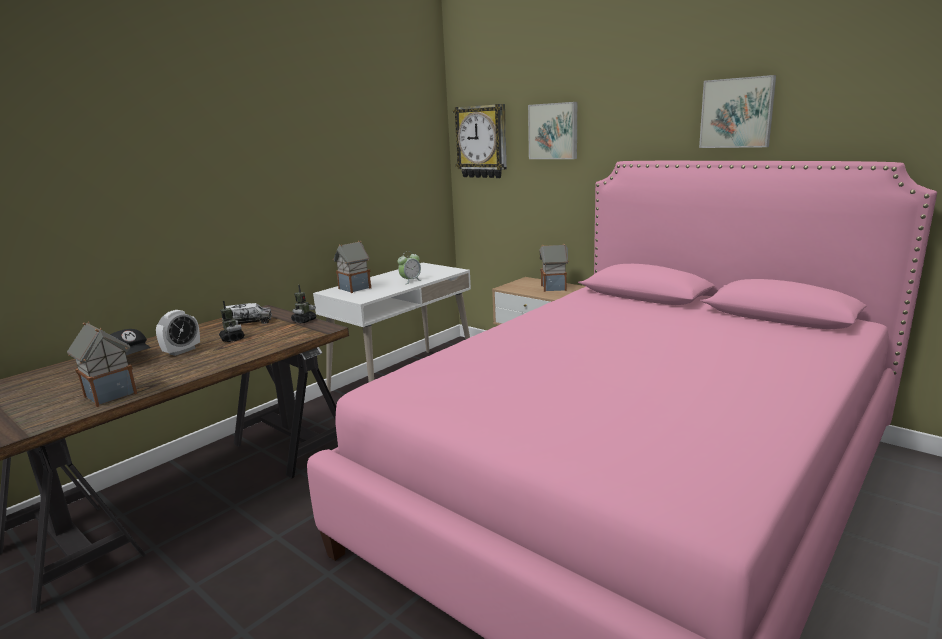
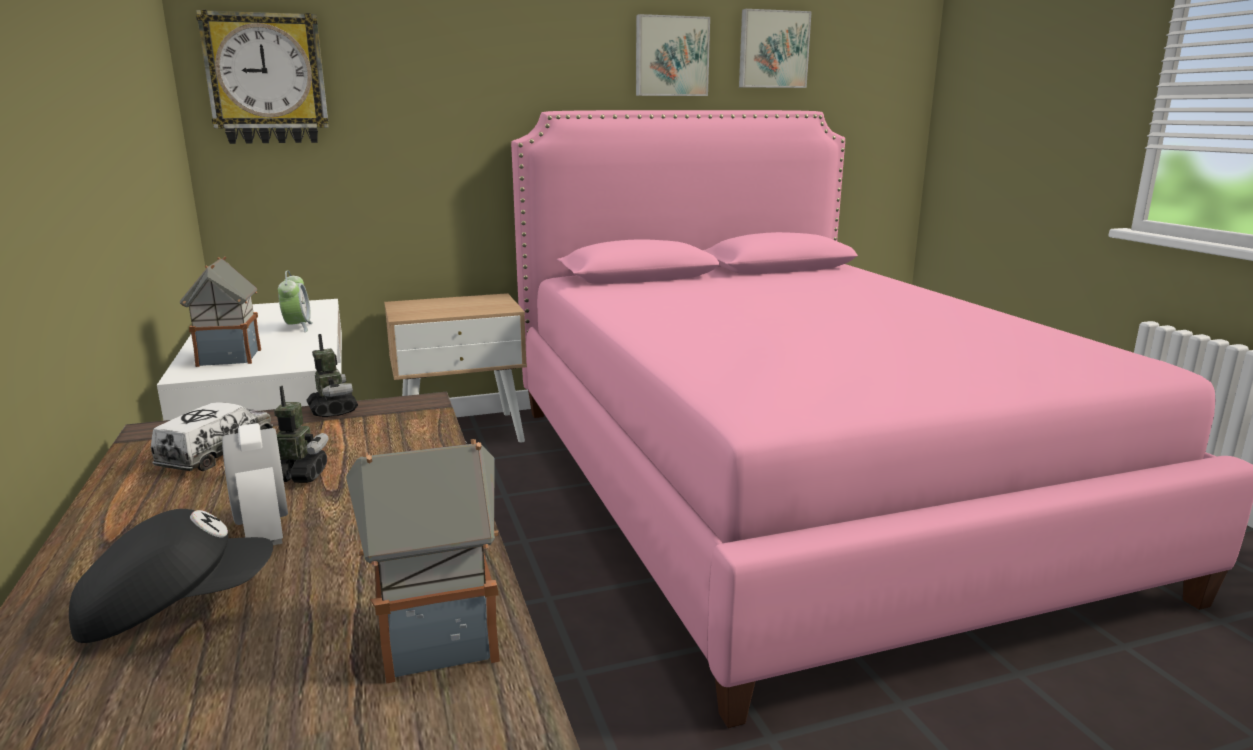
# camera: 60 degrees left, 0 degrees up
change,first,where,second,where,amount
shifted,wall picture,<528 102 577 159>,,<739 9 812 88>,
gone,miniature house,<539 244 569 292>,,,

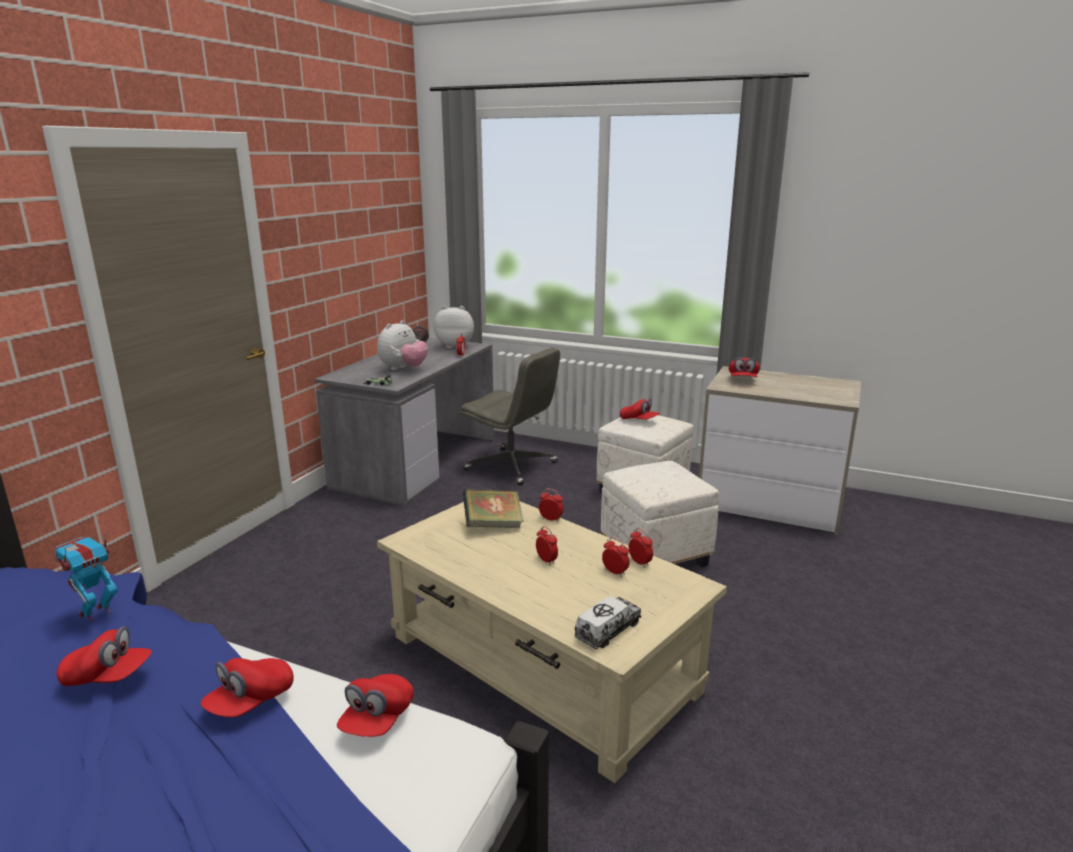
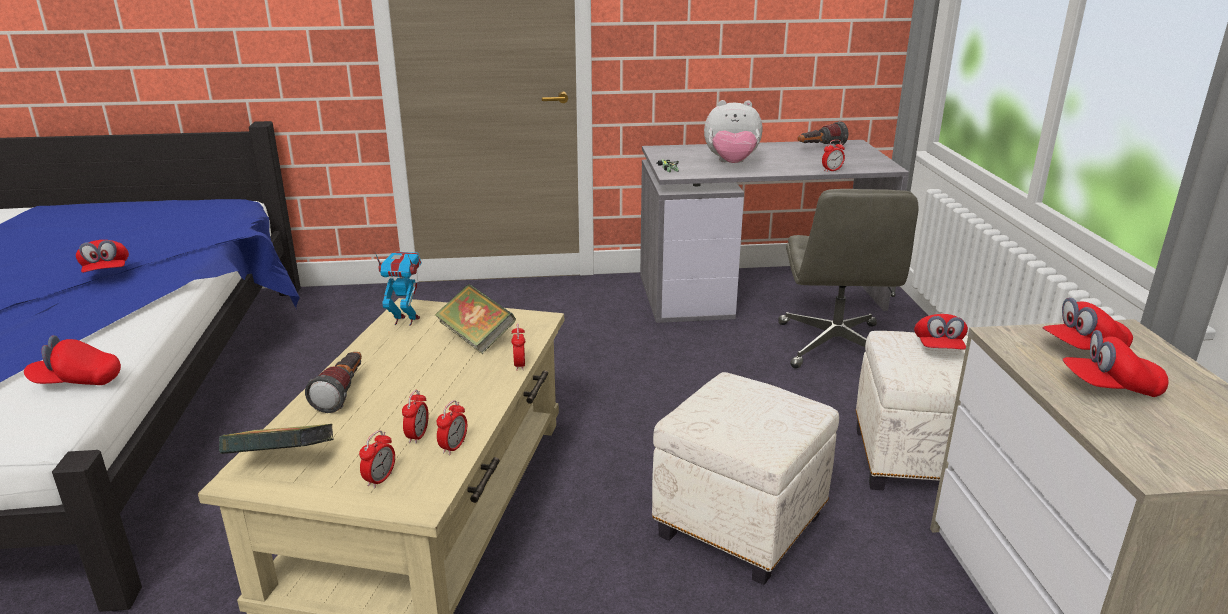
# camera: 60 degrees right, 5 degrees up
change,first,where,second,where,amount
swapped,toy truck,<574 596 641 649>,book,<219 424 334 454>,
new,,,hand torch,<305 352 362 413>,
shifted,alarm clock,<536 526 558 565>,,<359 430 395 488>,
shifted,model robot,<55 532 118 622>,,<375 252 422 326>,
shifted,red-coloured baseball cap,<201 658 294 717>,,<1062 330 1169 397>,
gone,cuddly toy,<434 306 474 349>,,,

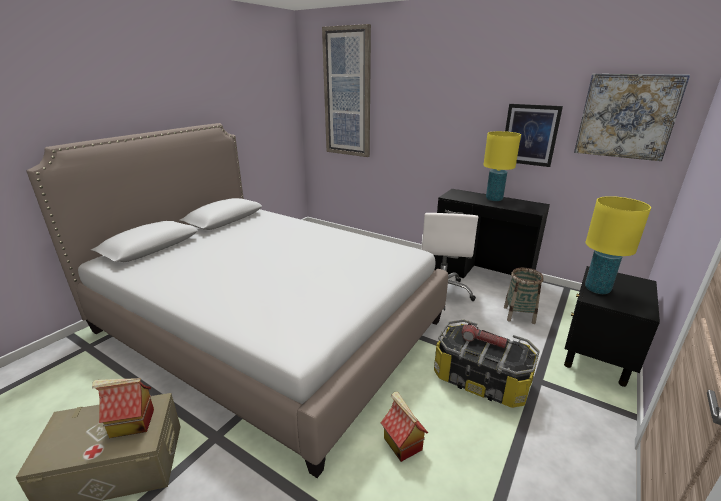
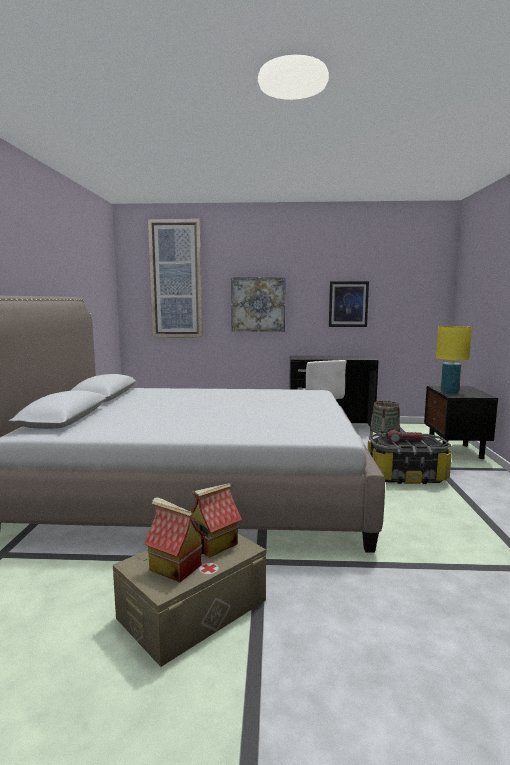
# camera: 30 degrees left, 15 degrees down
change,first,where,second,where,amount
shifted,miniature house,<381 392 428 462>,,<144 497 206 582>,
shifted,wall picture,<574 74 690 161>,,<231 277 286 332>,
gone,yellowish table lamp,<483 131 521 201>,,,

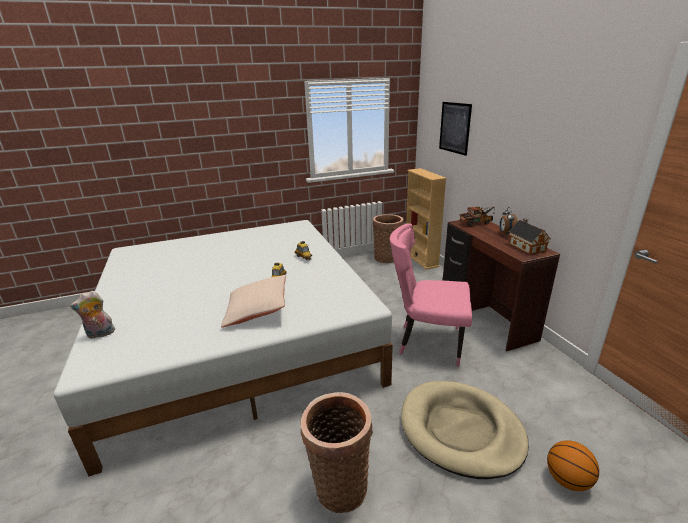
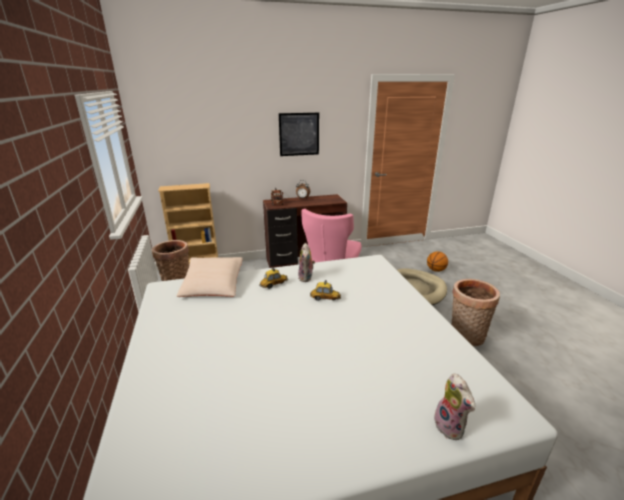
# camera: 85 degrees left, 0 degrees up
change,first,where,second,where,amount
shifted,beige cushion,<221 275 286 327>,,<177 257 243 297>,
shifted,wall picture,<439 102 472 156>,,<279 113 319 156>,
new,,,cuddly toy,<298 243 315 282>,
gone,miniature house,<509 218 550 255>,,,

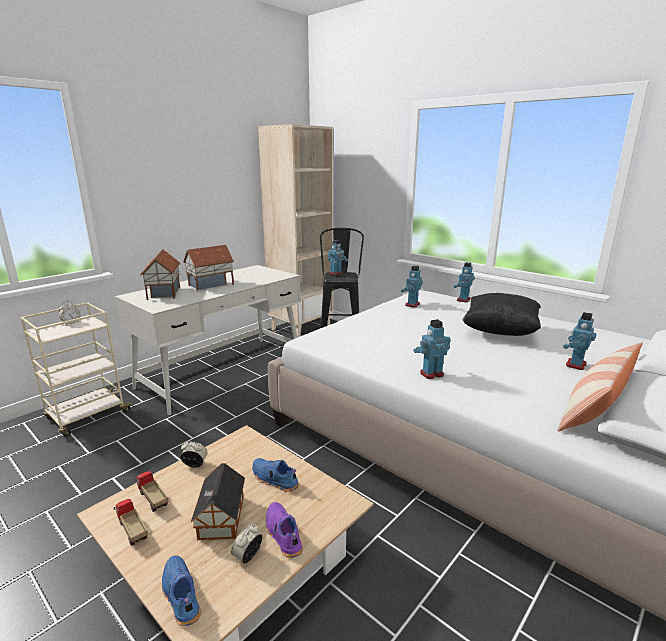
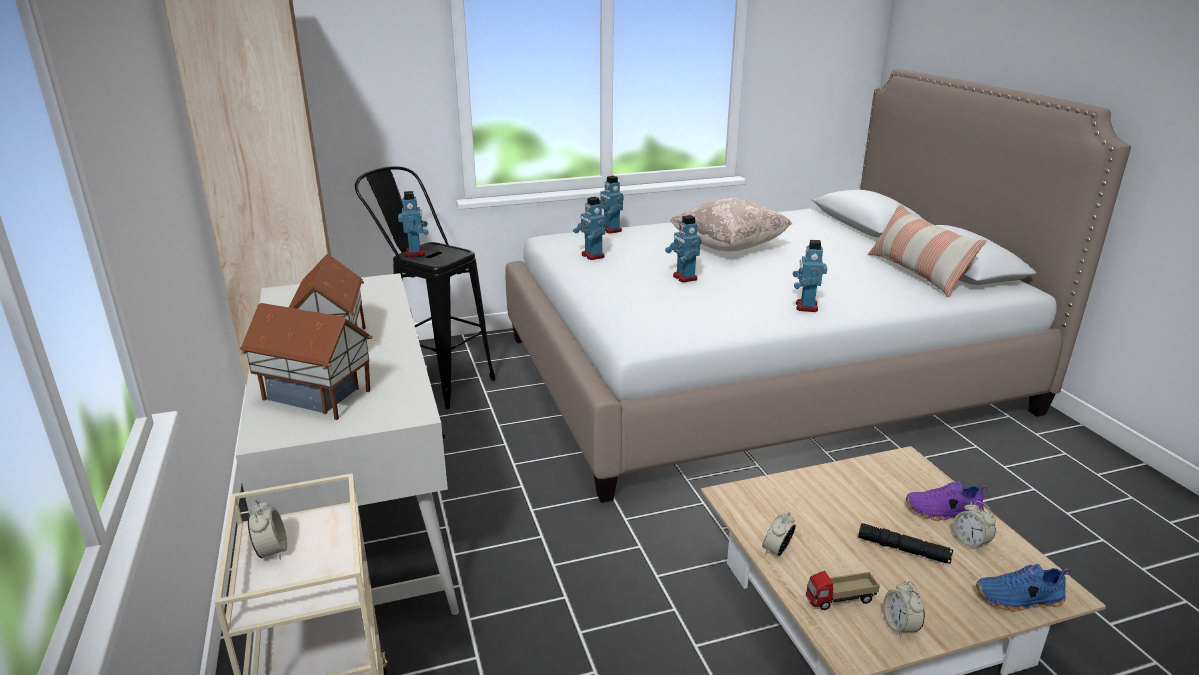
# camera: 60 degrees left, 5 degrees up
change,first,where,second,where,amount
shifted,model robot,<563 312 597 370>,,<665 215 701 282>,
repainted,blackish cushion,<463 293 541 336>,beige cushion,<670 198 792 251>,
swapped,miniature house,<191 463 245 540>,blackish hand torch,<858 523 953 564>,
swapped,toy truck,<114 499 148 546>,alarm clock,<883 581 925 638>,
gone,bluish shoe,<252 458 299 492>,,,

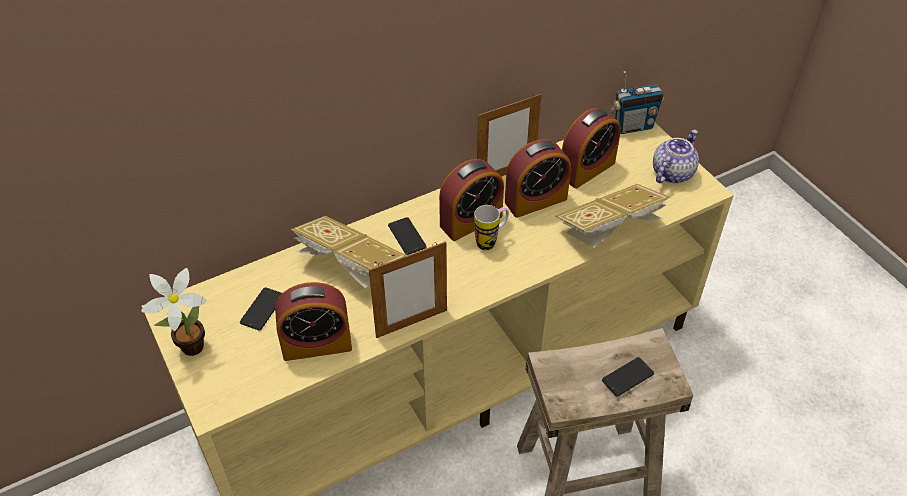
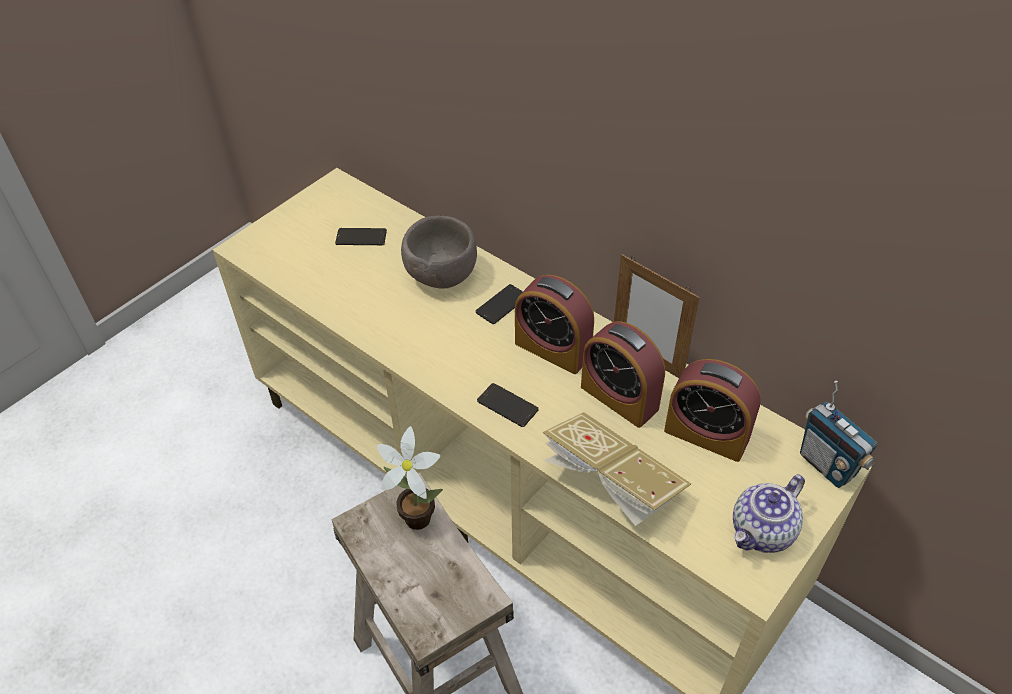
# camera: 70 degrees right, 0 degrees up
change,first,where,second,where,amount
shifted,potted plant,<141 268 207 356>,,<377 426 443 530>,
swapped,book,<291 216 407 288>,brown-coloured deep dish,<401 216 477 289>,
shifted,telephone,<602 357 654 396>,,<477 383 539 427>,
rotated,tea pot,<653 130 699 183>,,<733 474 805 553>,120 degrees clockwise
gone,alarm clock,<275 282 352 361>,,,
gone,standing frame,<369 241 447 338>,,,
gone,mug,<474 205 509 250>,,,

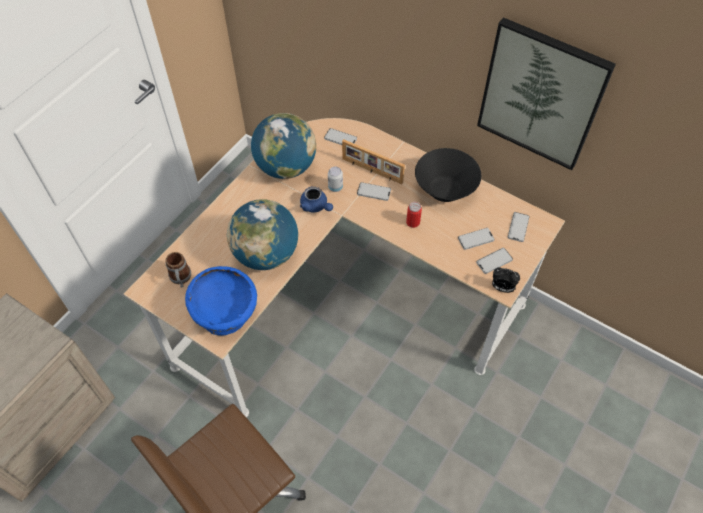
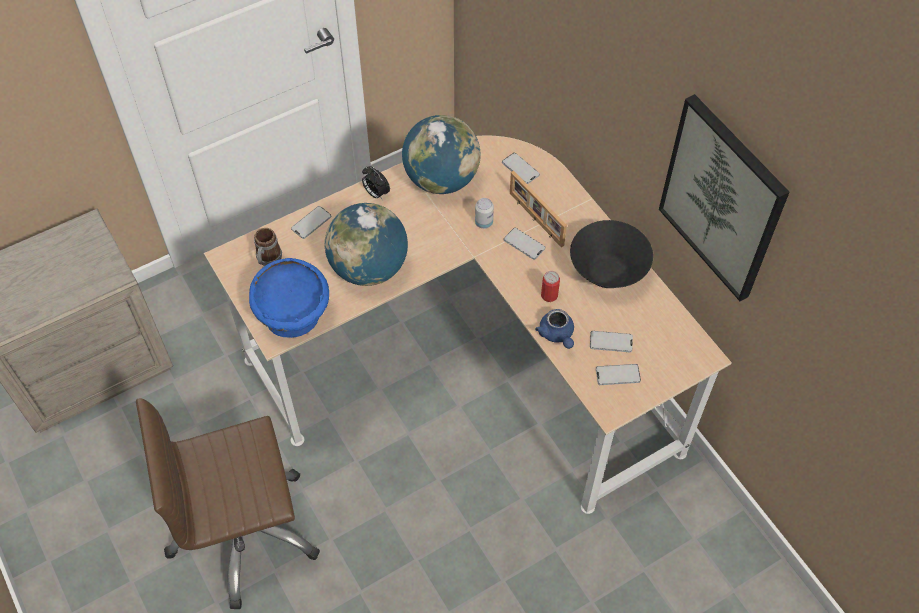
# camera: 25 degrees right, 0 degrees up
change,first,where,second,where,amount
shifted,telephone,<508 212 529 242>,,<291 206 331 239>,
shifted,alarm clock,<492 267 520 293>,,<362 166 390 199>,
shifted,bluish tea pot,<300 186 333 213>,,<535 309 574 349>,

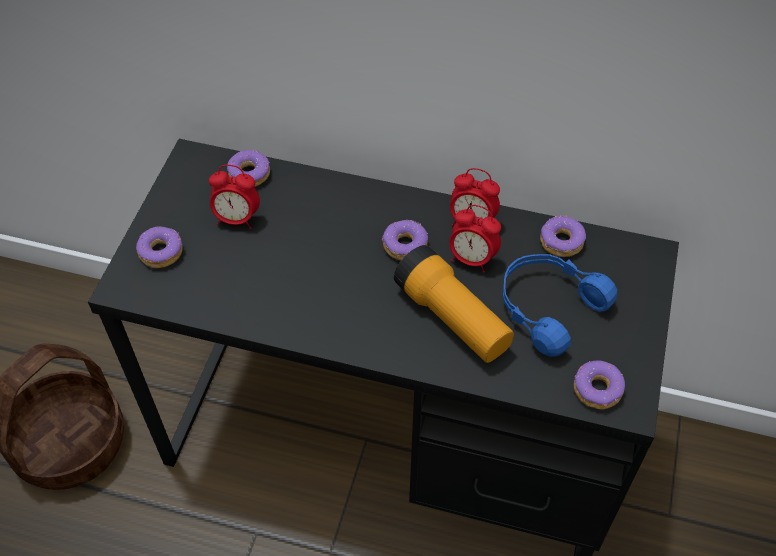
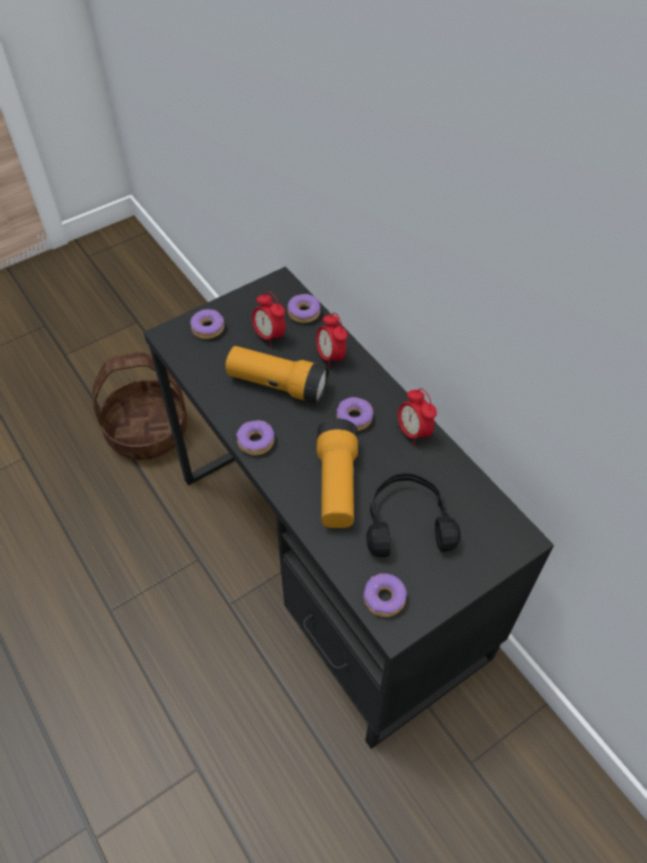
# camera: 40 degrees right, 0 degrees up
change,first,where,second,where,amount
new,,,hand torch,<225 346 329 404>,
shifted,doughnut,<540 215 586 257>,,<236 420 274 455>,
shifted,alarm clock,<449 205 501 273>,,<316 313 348 368>,
repainted,bluish headphones,<503 254 617 357>,blackish headphones,<366 473 461 557>,

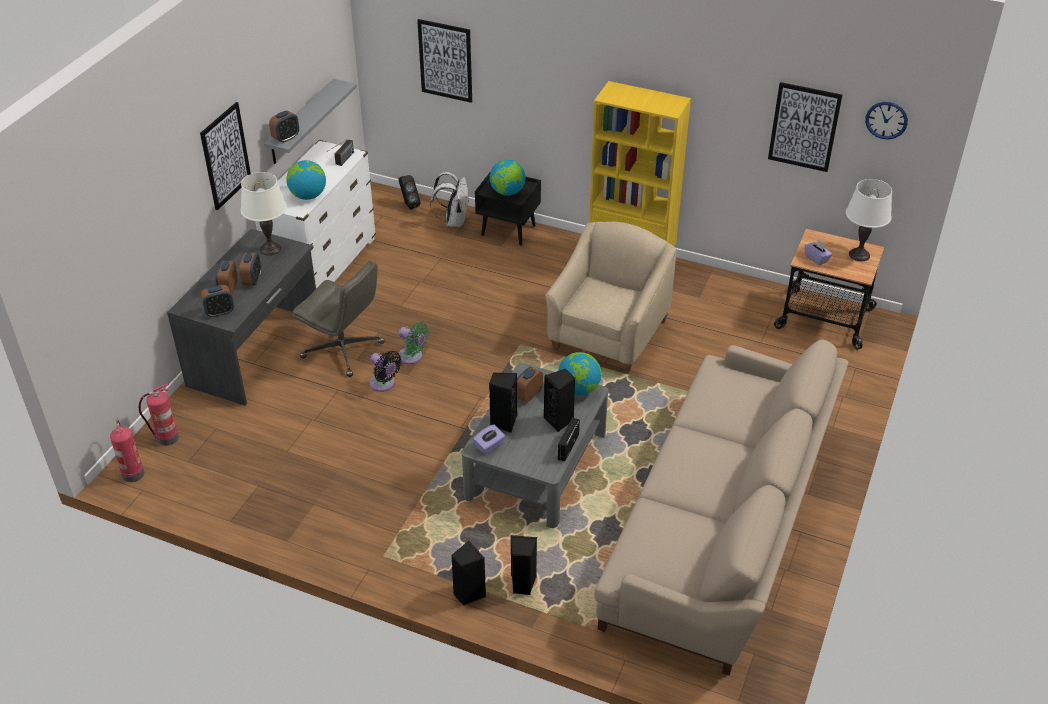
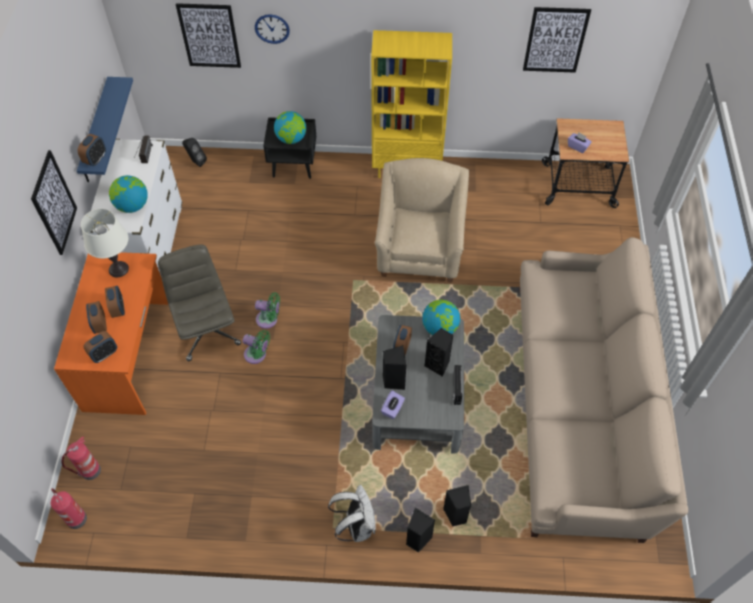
# camera: 20 degrees left, 15 degrees up
change,first,where,second,where,amount
repainted,gray desk,<167 228 316 406>,orangey desk,<54 252 168 415>,
repainted,gray shelf,<264 79 357 164>,bluish shelf,<77 77 133 182>,
rotated,gray computer chair,<293 261 385 377>,,<158 244 241 361>,120 degrees counterclockwise
repainted,blackish electric fan,<370 351 402 392>,green-coloured electric fan,<243 330 270 364>,
shifted,hanging clock,<865 102 908 139>,,<255 14 290 44>,
shifted,whitish knapsack,<430 172 469 228>,,<328 485 376 542>,
gone,whitish table lamp,<846 179 892 261>,,,

